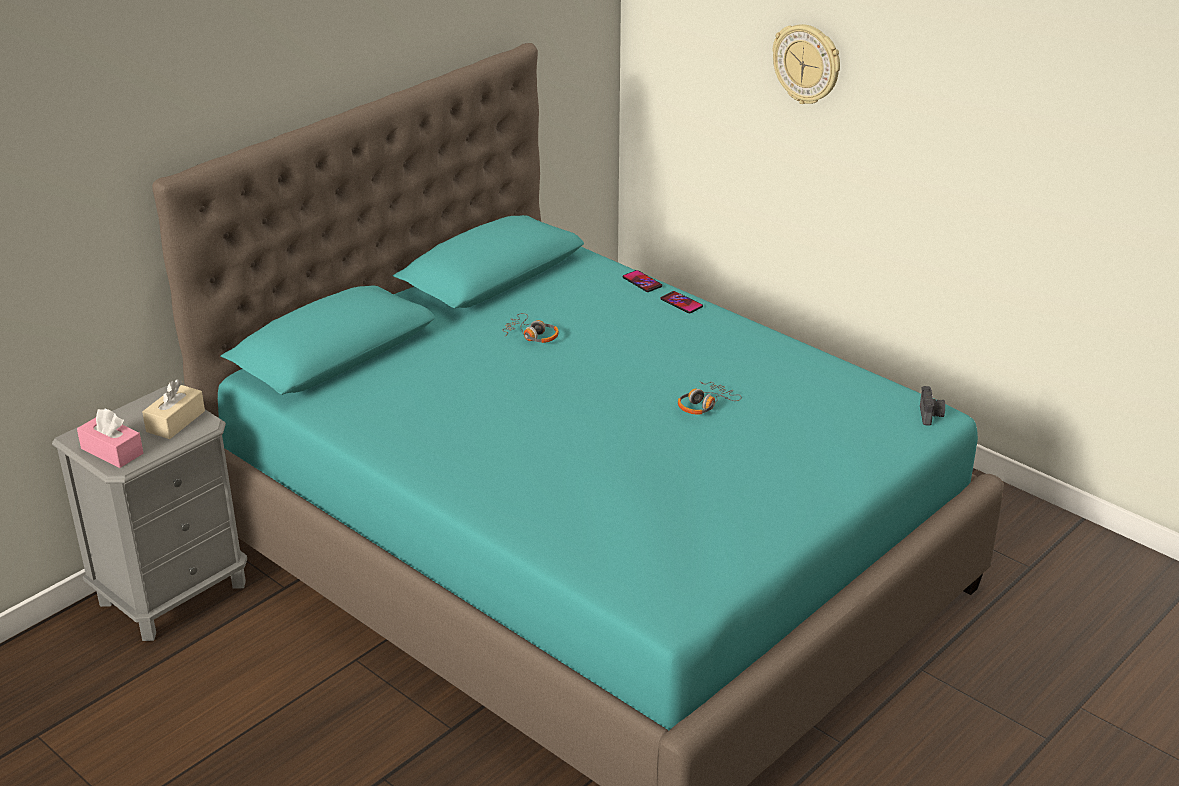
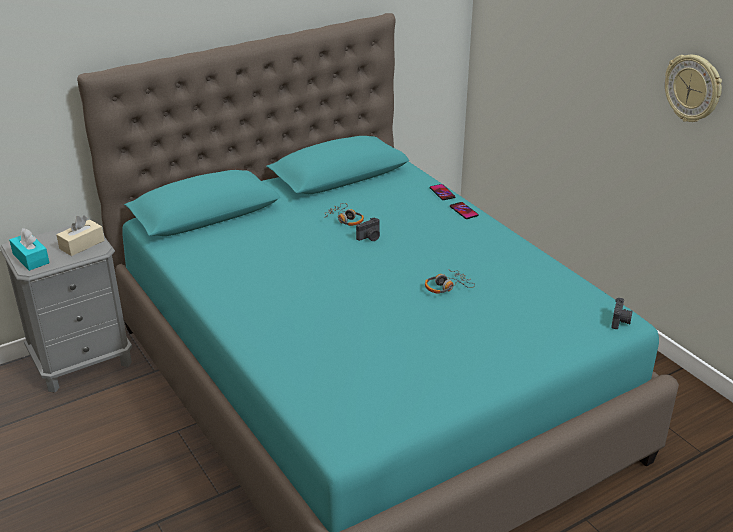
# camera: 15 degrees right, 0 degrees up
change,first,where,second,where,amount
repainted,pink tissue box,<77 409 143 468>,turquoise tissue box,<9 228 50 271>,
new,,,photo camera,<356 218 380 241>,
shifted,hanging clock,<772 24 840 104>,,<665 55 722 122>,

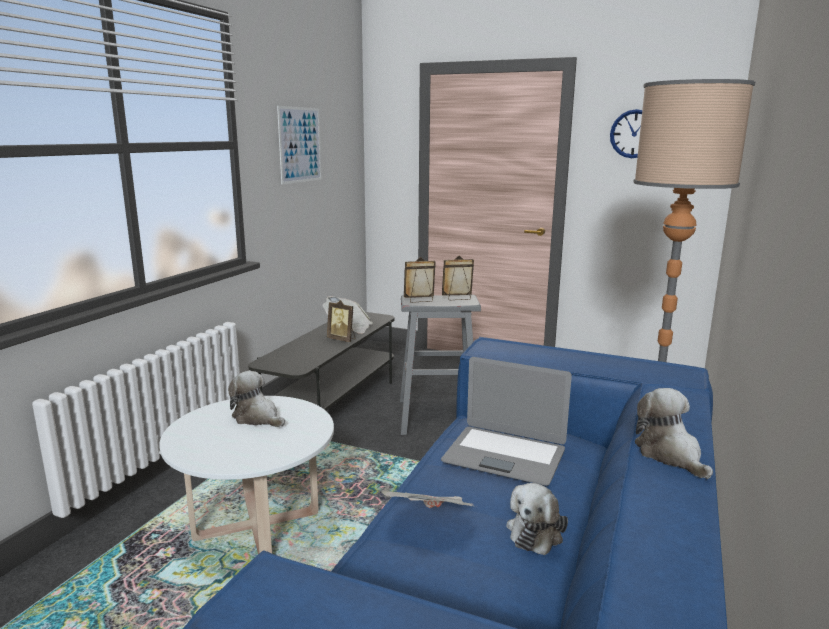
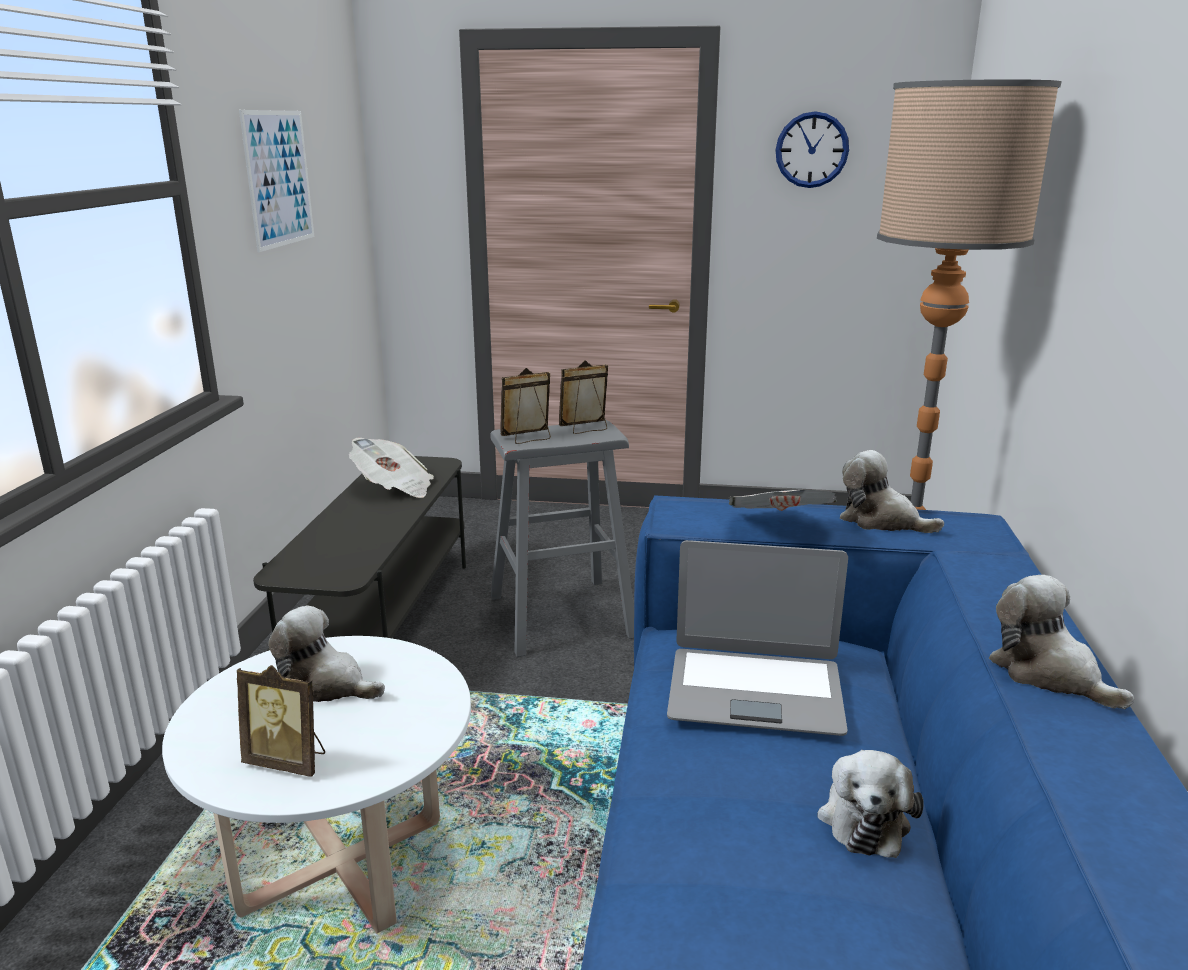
# camera: 15 degrees left, 5 degrees up
change,first,where,second,where,amount
shifted,standing frame,<327 300 356 342>,,<237 665 325 777>,
shifted,daily paper,<382 491 474 508>,,<729 490 837 511>,
new,,,cuddly toy,<839 450 944 533>,

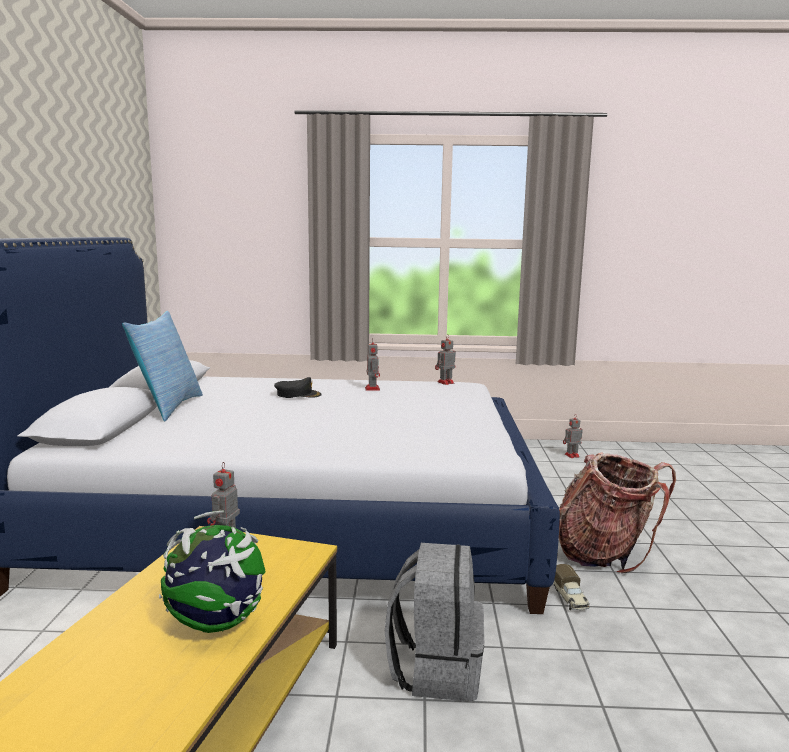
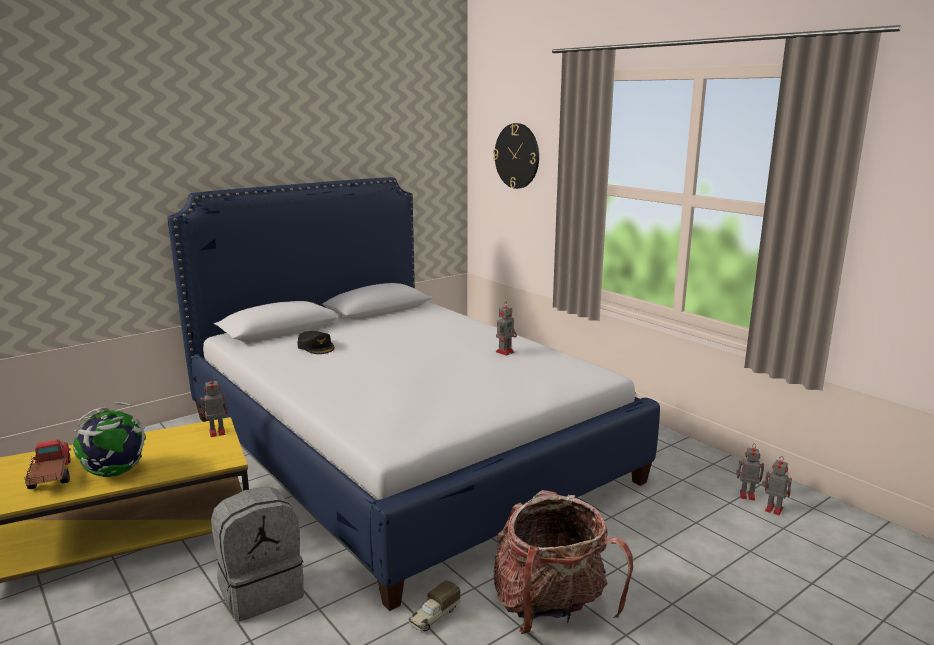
# camera: 50 degrees right, 5 degrees up
change,first,where,second,where,amount
new,,,toy truck,<24 439 71 489>,
shifted,blackish baseball cap,<274 377 322 398>,,<297 331 335 354>,
new,,,hanging clock,<493 123 539 189>,
shifted,model robot,<435 335 456 385>,,<736 445 764 501>,
gone,cushion,<122 311 203 422>,,,

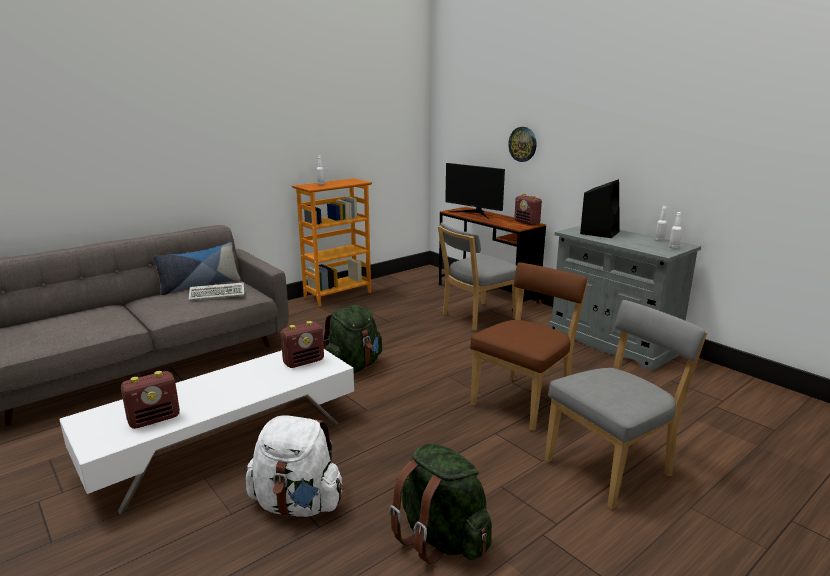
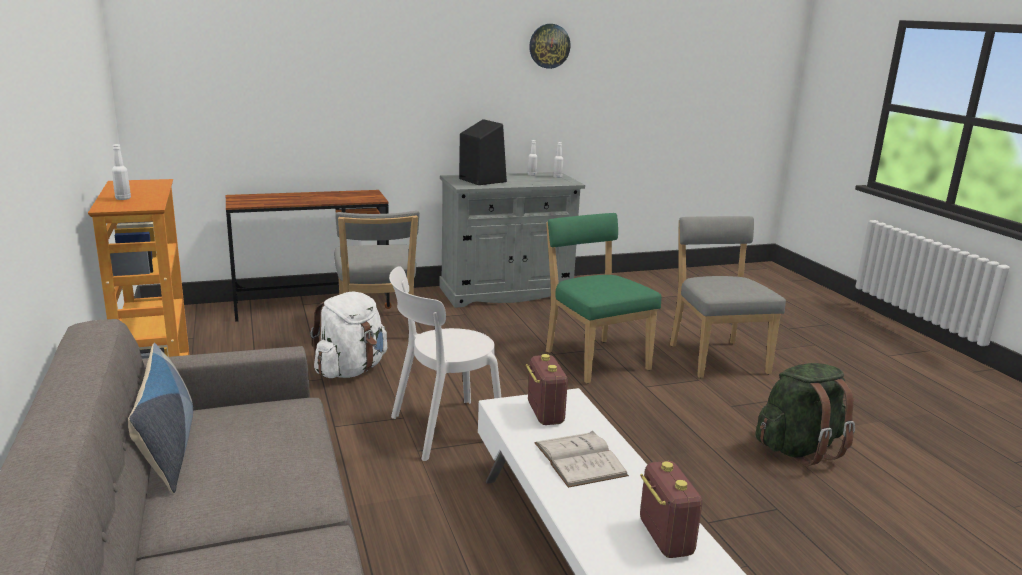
# camera: 70 degrees left, 0 degrees up
change,first,where,second,where,amount
shifted,whitish knapsack,<246 415 343 517>,,<310 291 387 378>,
swapped,green-coloured knapsack,<323 305 382 373>,whitish chair,<389 266 502 461>,
shifted,hanging clock,<508 127 536 162>,,<529 24 571 69>,
new,,,whitish book,<534 431 629 488>,
repainted,brown-coloured chair,<470 262 588 431>,green-coloured chair,<546 213 661 384>,
gone,keyboard,<189 282 244 300>,,,
gone,monitor,<445 163 505 219>,,,
gone,radio receiver,<514 194 542 225>,,,

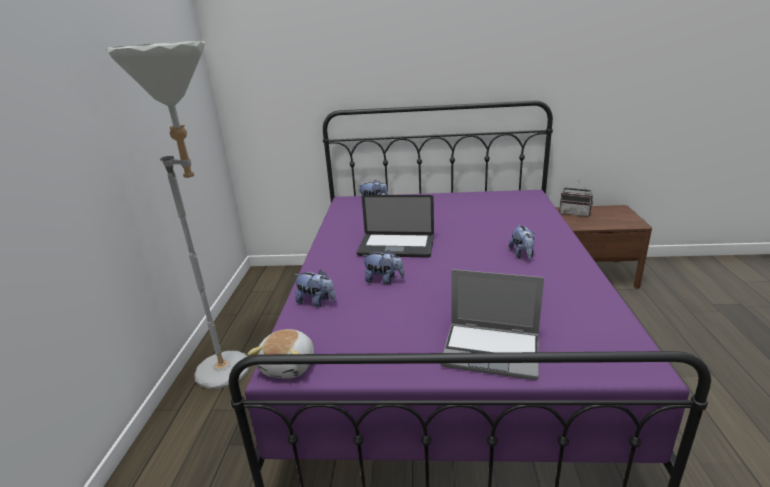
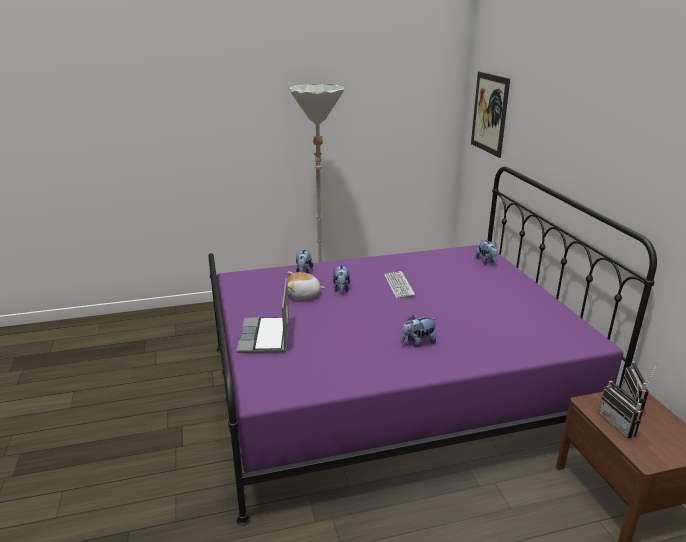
# camera: 70 degrees right, 0 degrees up
change,first,where,second,where,amount
shifted,cuddly toy,<247 329 314 378>,,<287 271 325 300>,
swapped,laptop,<357 195 434 258>,keyboard,<384 271 415 298>,
new,,,wall picture,<471 71 510 158>,
new,,,radio receiver,<598 378 643 438>,

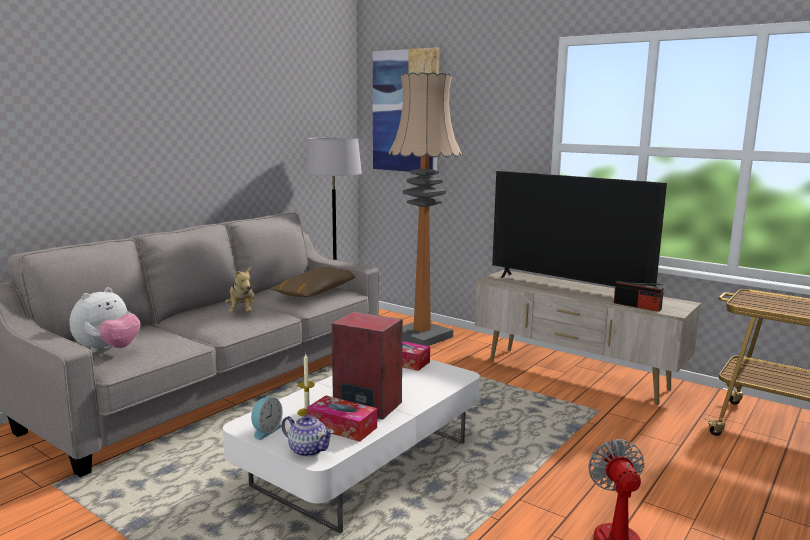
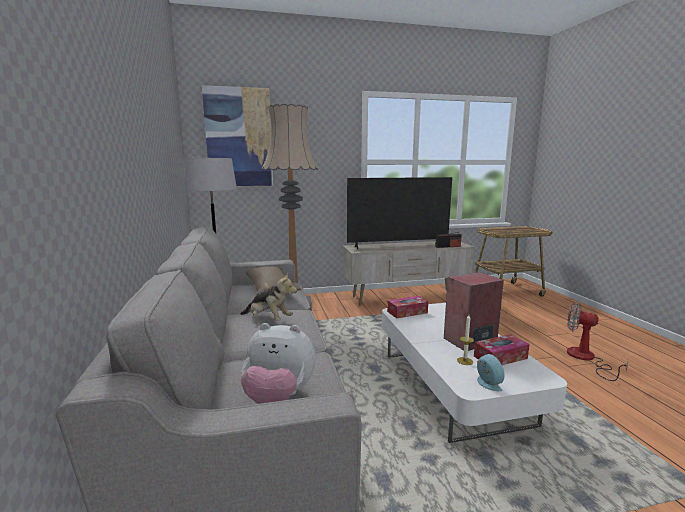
# camera: 50 degrees left, 0 degrees up
change,first,where,second,where,amount
rotated,cuddly toy,<70 287 141 353>,,<241 323 316 404>,120 degrees clockwise
gone,tea pot,<282 415 334 457>,,,

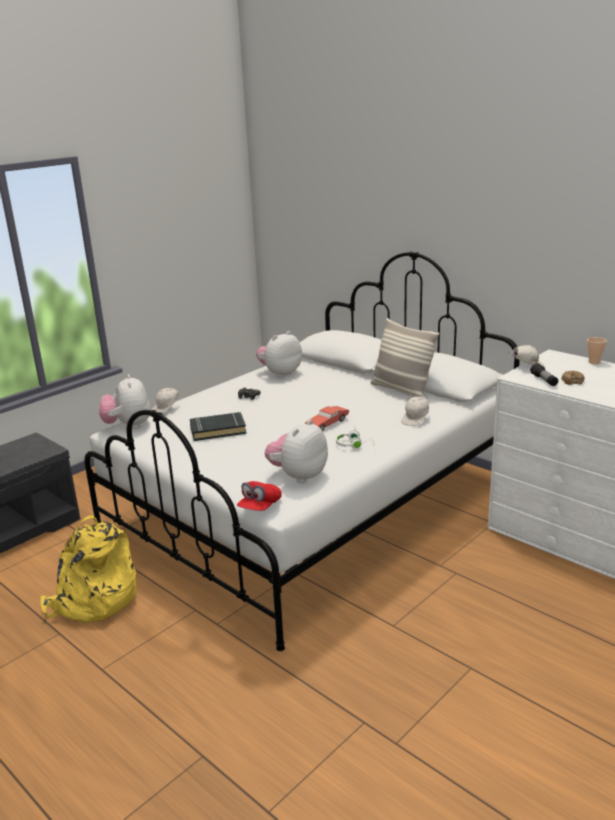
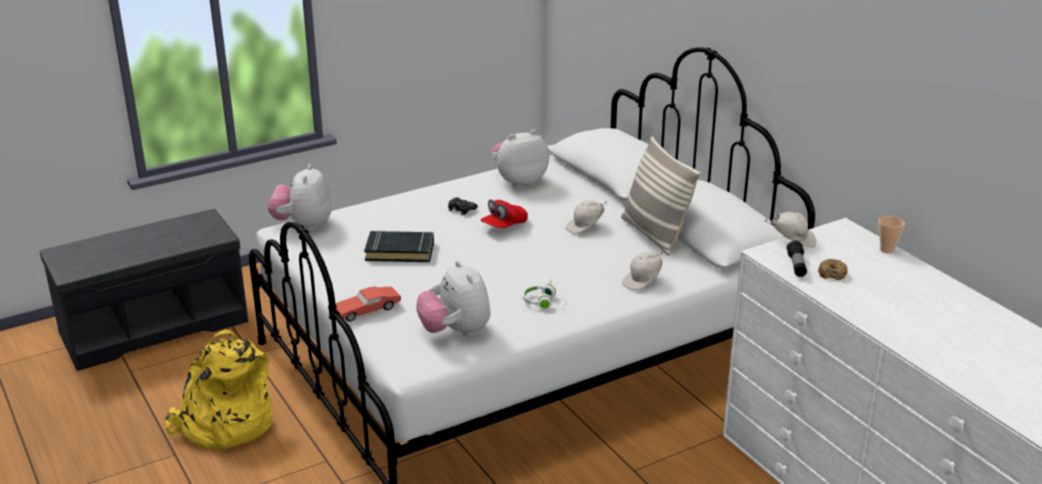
# camera: 15 degrees right, 5 degrees up
change,first,where,second,where,amount
shifted,red-coloured toy car,<305 406 349 431>,,<335 286 401 322>,
rotated,cuddly toy,<265 420 328 483>,,<417 261 491 337>,75 degrees counterclockwise
shifted,red-coloured baseball cap,<237 481 282 511>,,<481 200 528 228>,
shifted,whitish baseball cap,<152 387 180 413>,,<566 200 607 234>,

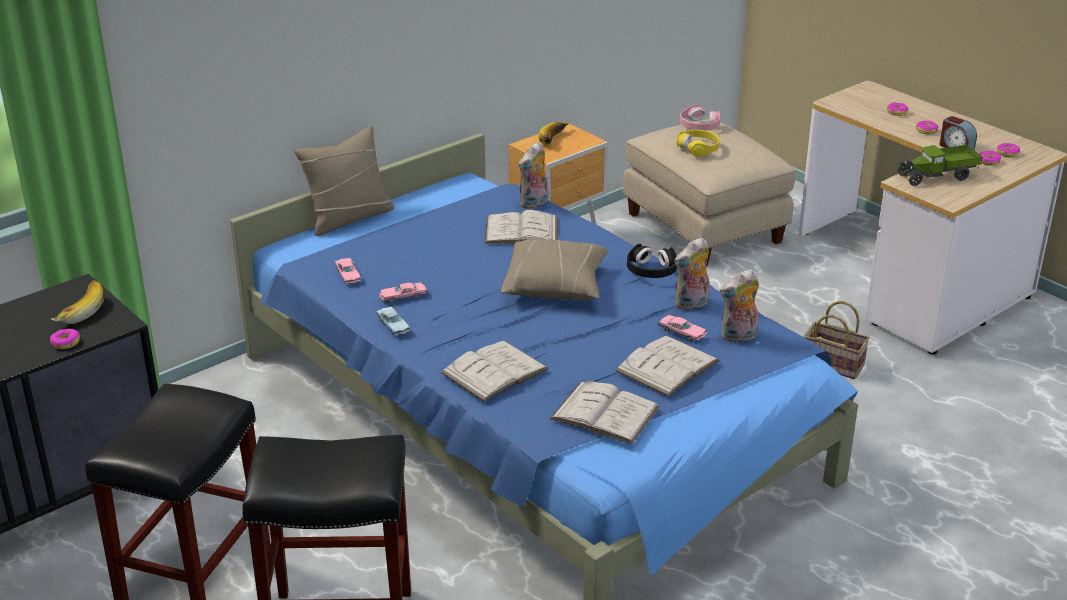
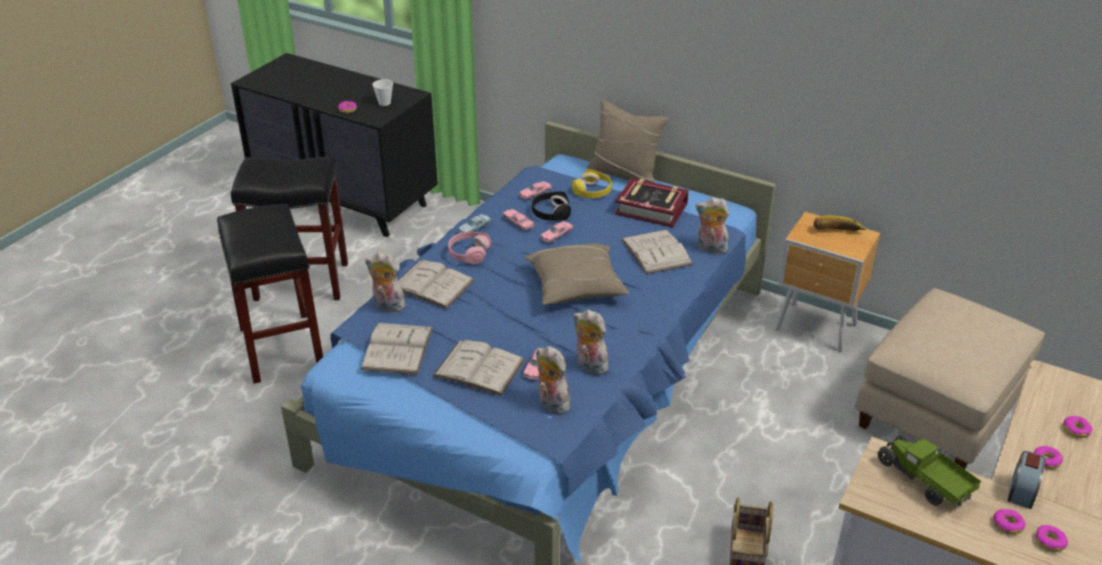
# camera: 70 degrees right, 5 degrees up
change,first,where,second,where,amount
new,,,cuddly toy,<365 252 405 312>,
swapped,banana fruit,<51 280 103 324>,cup,<372 79 393 106>,
shifted,pink headphones,<680 105 721 131>,,<448 231 491 264>,
shifted,blackish headphones,<627 244 677 278>,,<532 191 571 221>,
new,,,pink toy car,<540 221 574 243>,
shifted,yellowish headphones,<677 130 719 157>,,<572 169 612 198>,
new,,,book,<615 178 689 227>,

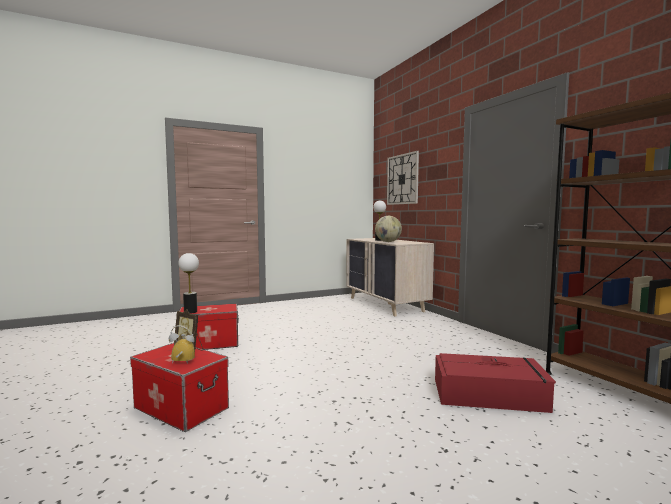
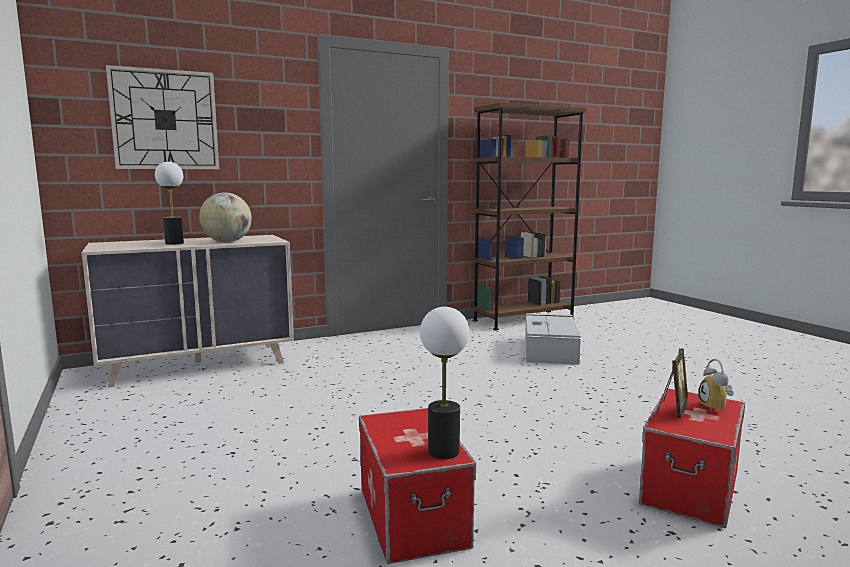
# camera: 90 degrees left, 5 degrees up
change,first,where,second,where,amount
repainted,red-coloured storage box,<435 353 556 413>,gray storage box,<525 313 581 365>,

